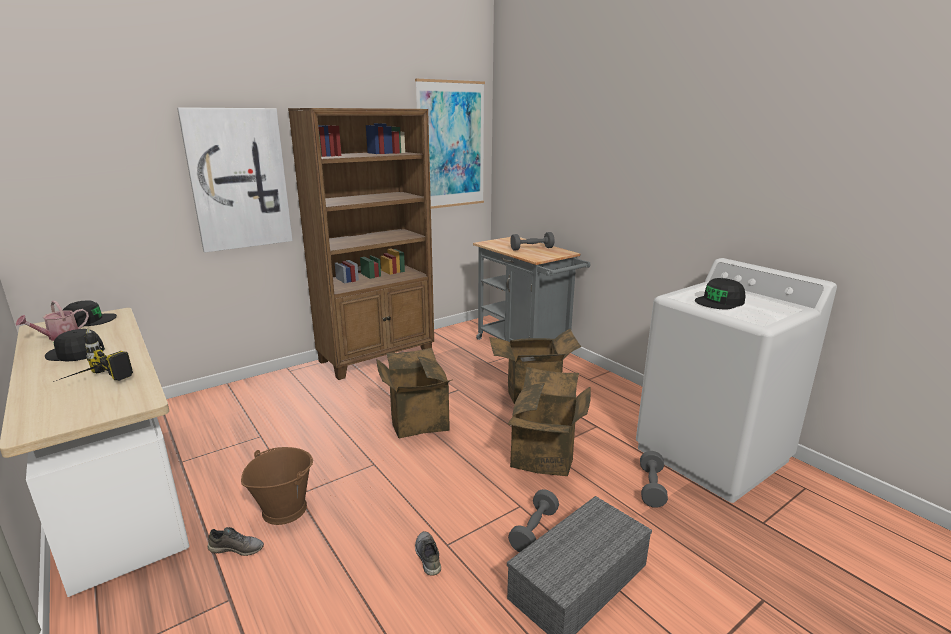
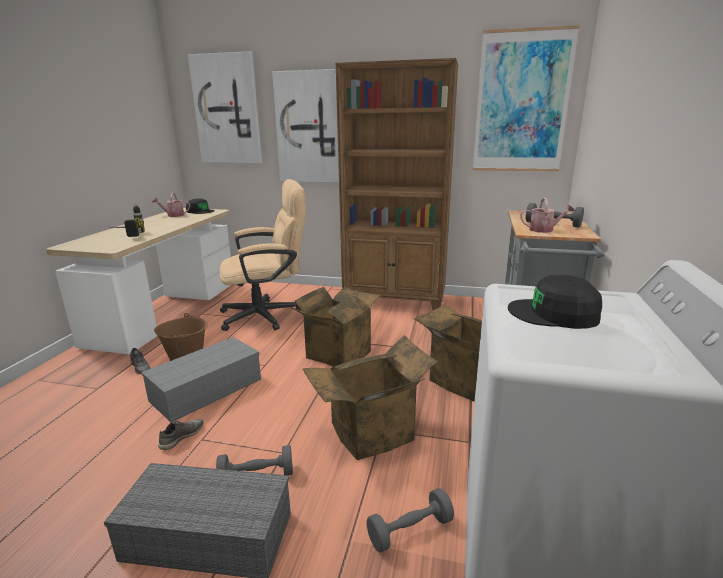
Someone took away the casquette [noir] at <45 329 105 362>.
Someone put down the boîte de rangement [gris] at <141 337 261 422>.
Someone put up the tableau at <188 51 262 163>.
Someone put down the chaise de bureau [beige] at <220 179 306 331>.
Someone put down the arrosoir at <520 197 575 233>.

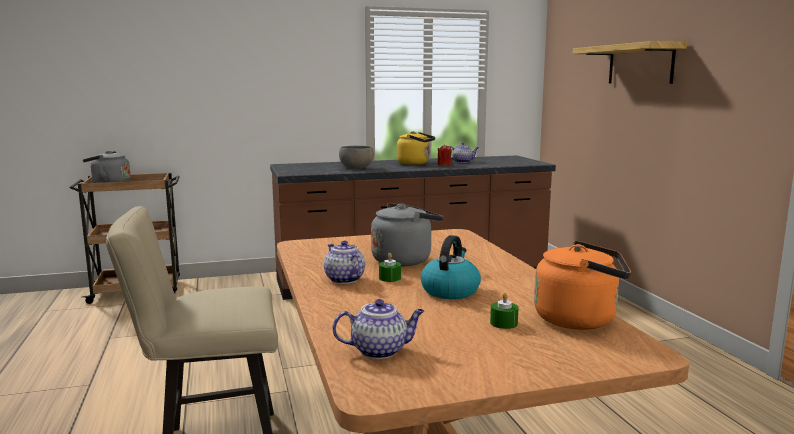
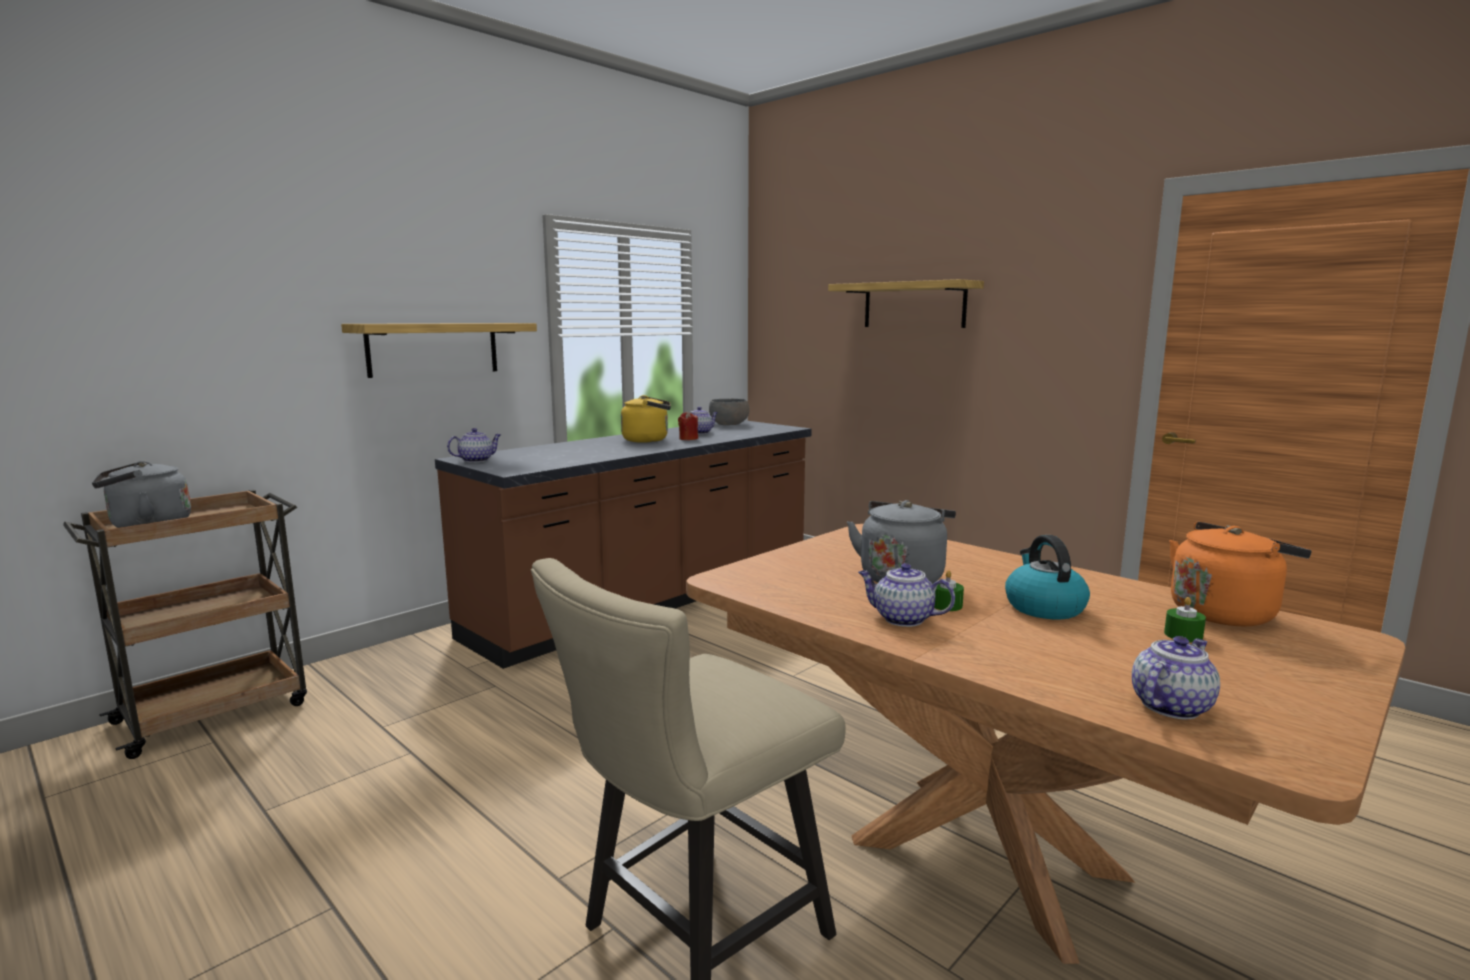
Someone carried the bol [gris] from <339 146 374 169> to <709 399 750 425>.
Someone put up the étagère at <341 323 537 378>.
Someone put down the théière at <447 428 501 463>.

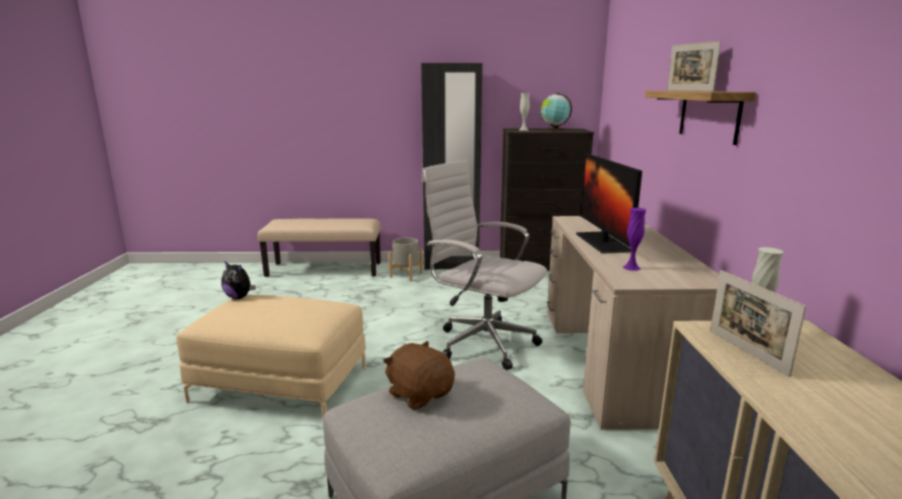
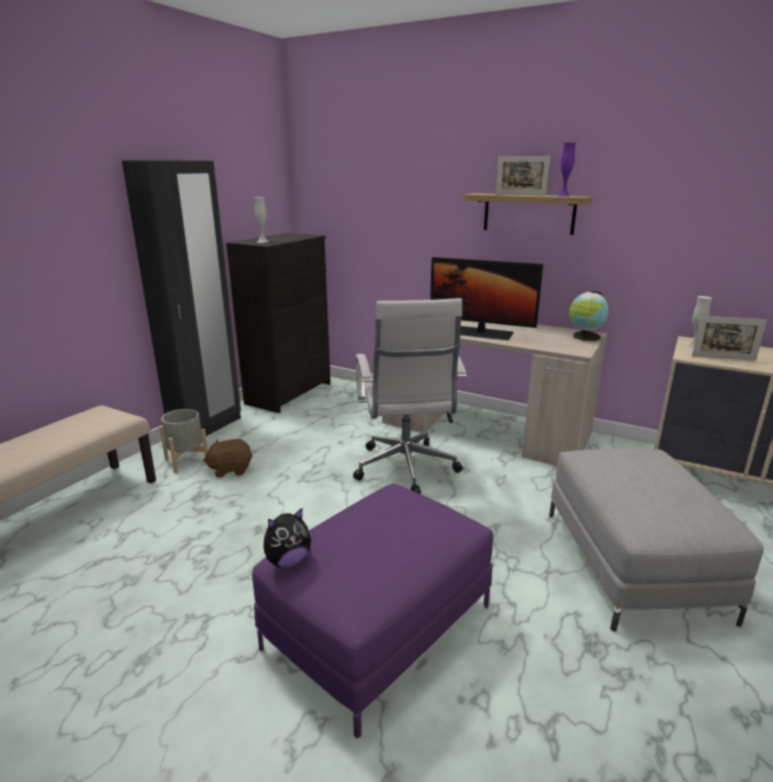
Someone repainted the pouf [beige] at <176 295 366 420>, which became the pouf [violet] at <252 484 493 738>.
Someone carried the peluche [marron] from <383 341 455 410> to <203 439 253 478>.
Someone rotated the chaise de bureau [blanc] at <422 160 547 370> by 75 degrees counterclockwise.
Someone carried the globe from <541 93 572 132> to <569 291 609 341>.
Someone carried the vase [violet] from <623 208 646 271> to <558 143 576 197>.

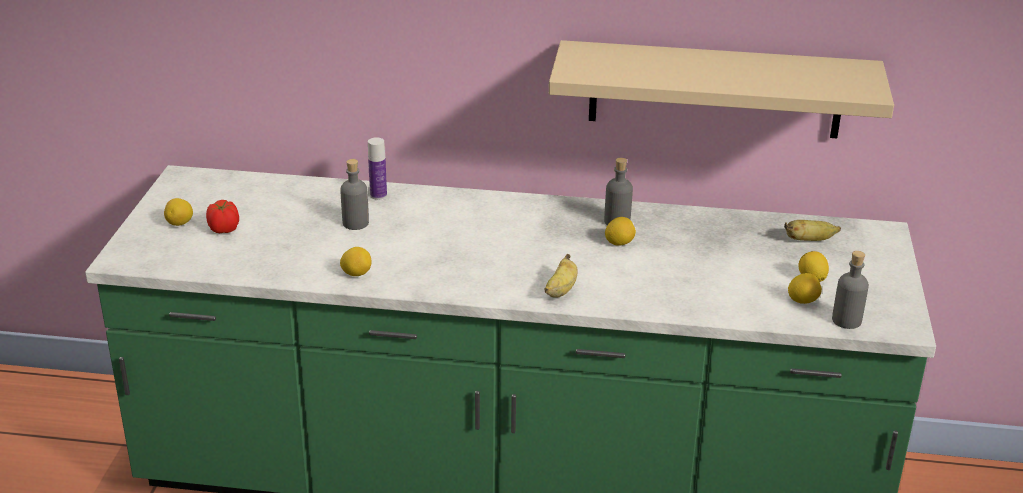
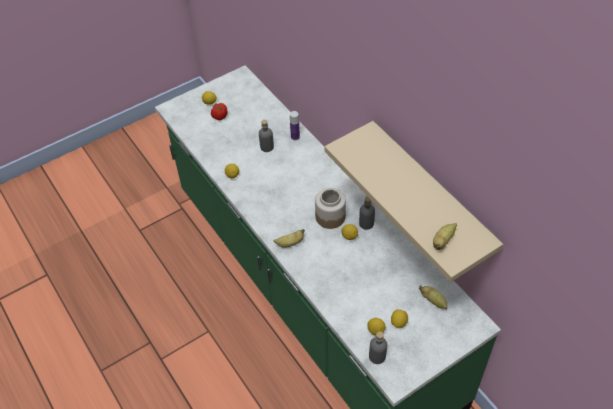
Someone put down the bocal at <315 188 346 229>.
Someone put down the banane at <433 223 457 250>.

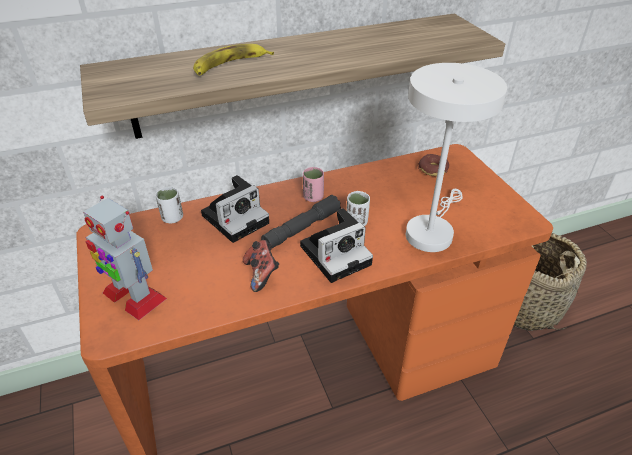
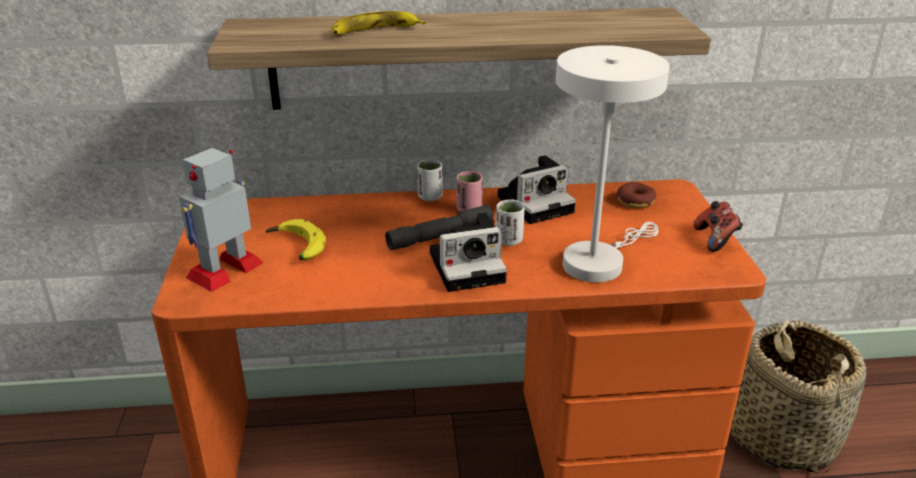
Someone rotated the robot jouet at <83 196 167 320> by 75 degrees clockwise.
Someone carried the tasse [blanc] from <155 187 183 223> to <417 159 443 201>.
Someone carried the appareil photo from <201 175 269 243> to <498 155 576 224>.
Someone carried the manette from <243 240 279 292> to <694 201 743 252>.
Someone put down the banane at <266 219 326 260>.

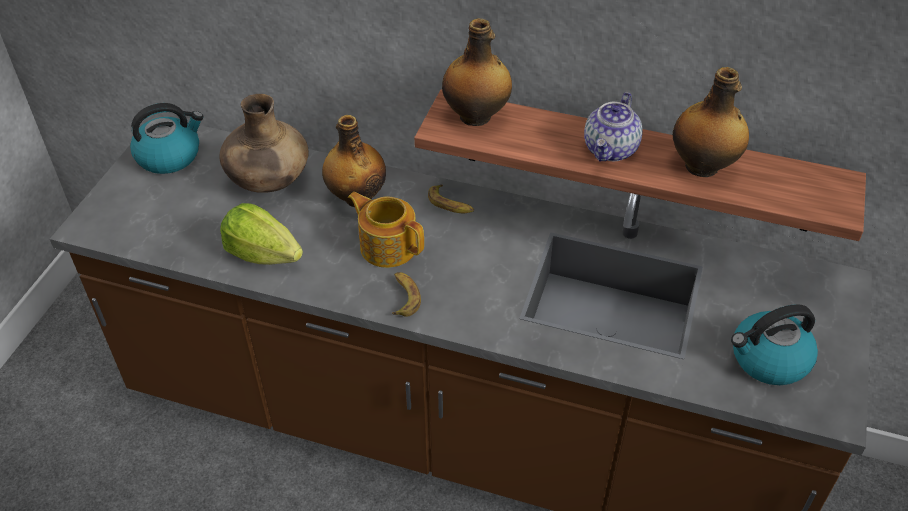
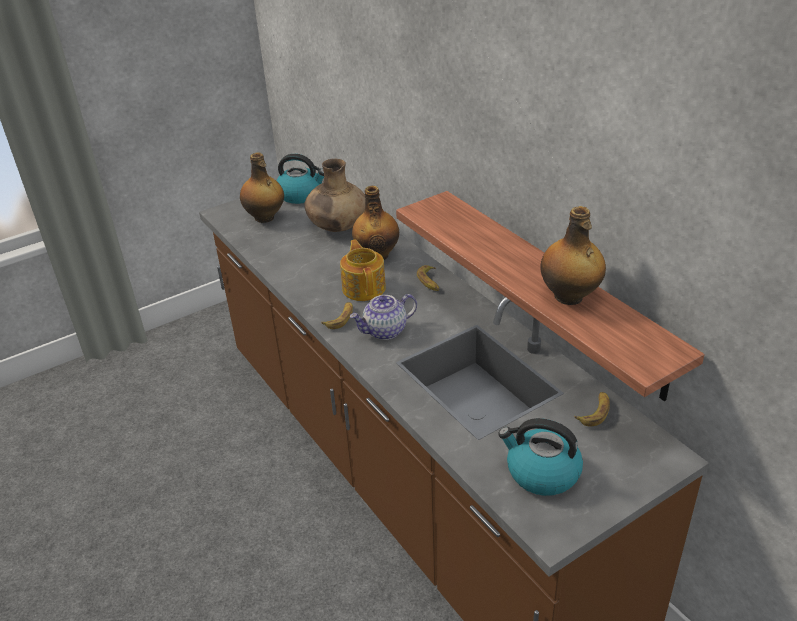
Someone took away the laitue at <220 203 303 265>.
Someone carried the bouteille from <442 18 512 126> to <240 152 284 223>.
Someone carried the théière from <584 92 643 161> to <350 294 417 340>.
Someone put down the banane at <574 392 610 426>.

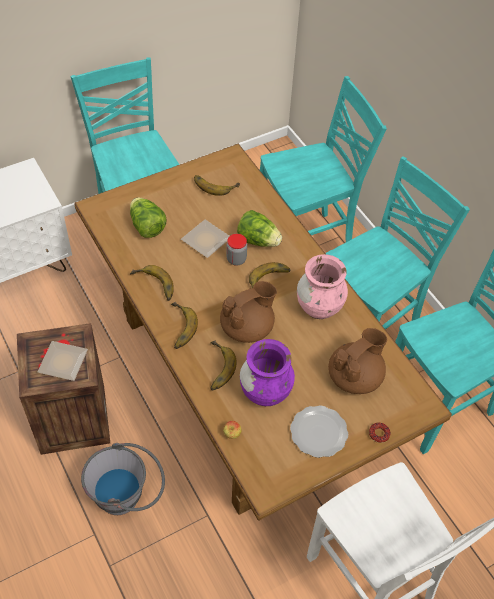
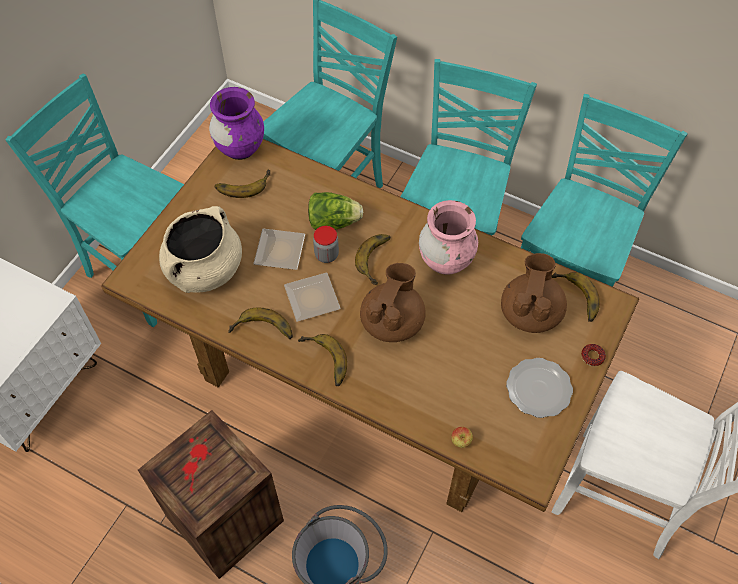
Someone carried the assiette from <38 341 88 381> to <284 272 341 322>.
Someone swapped the laitue at <130 197 167 238> for the marmite [beige] at <159 206 242 293>.
Someone carried the banane from <210 341 237 391> to <551 272 600 322>.
Someone carried the vase [violet] from <240 339 295 406> to <209 87 264 160>.

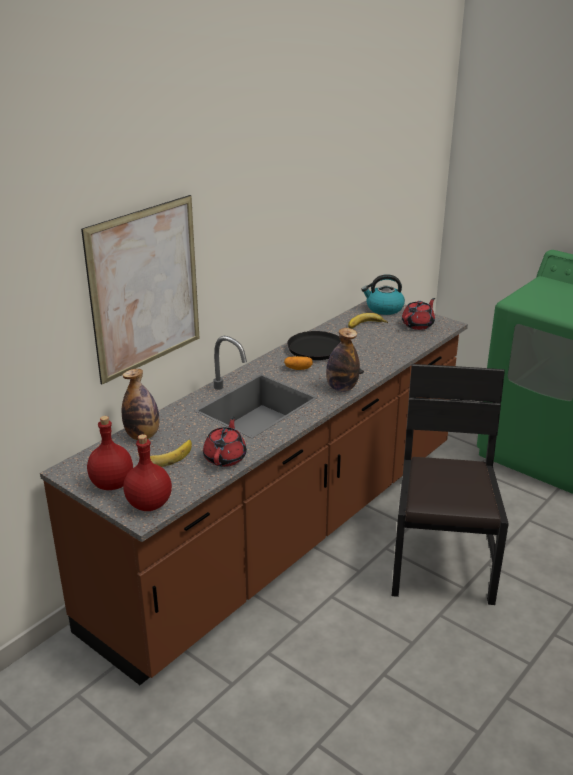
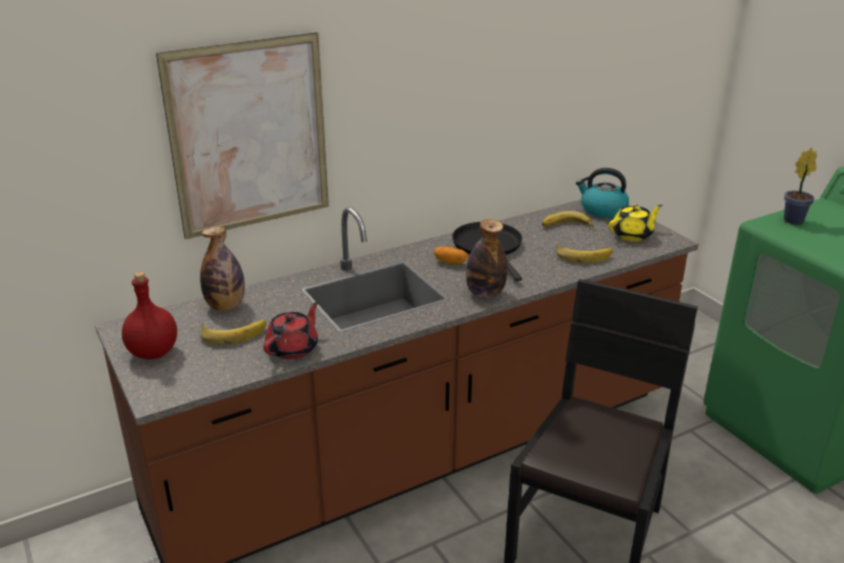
Someone took away the bouteille [rouge] at <123 434 172 511>.
Someone repainted the théière [rouge] at <402 298 435 330>, which became the théière [jaune] at <609 205 663 241>.
Someone put down the banane at <556 243 613 263>.
Someone put down the plante en pot at <784 148 817 225>.

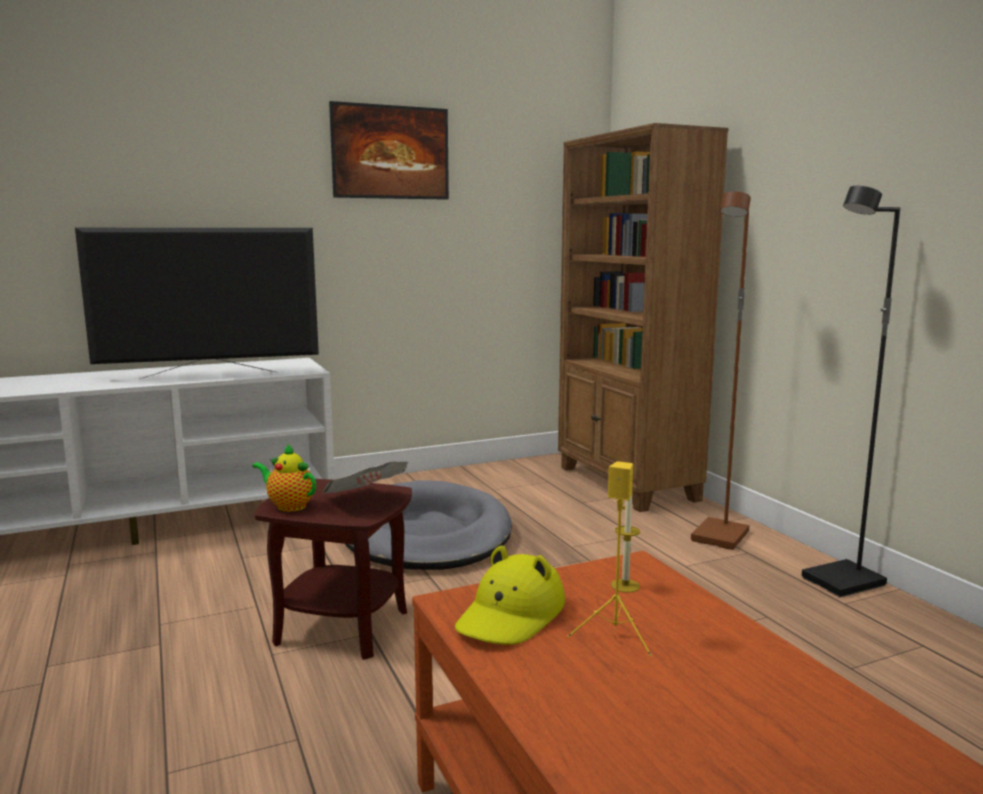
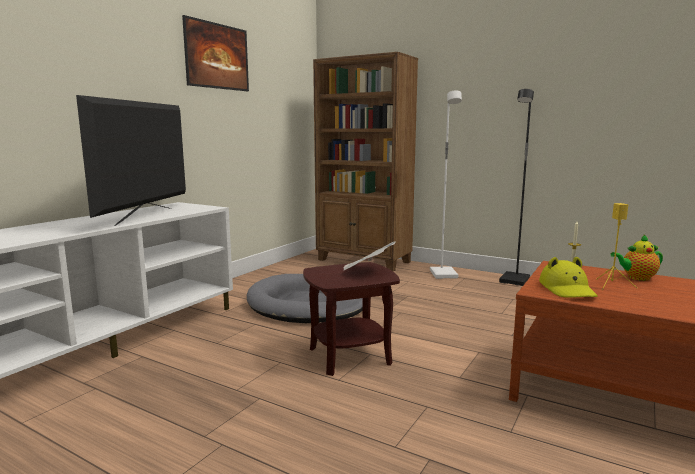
Someone rotated the téléviseur at <75 228 319 379> by 150 degrees clockwise.
Someone carried the théière from <252 444 316 512> to <610 235 663 281>.
Someone repainted the lampadaire [marron] at <691 191 751 550>, which became the lampadaire [blanc] at <430 91 462 279>.

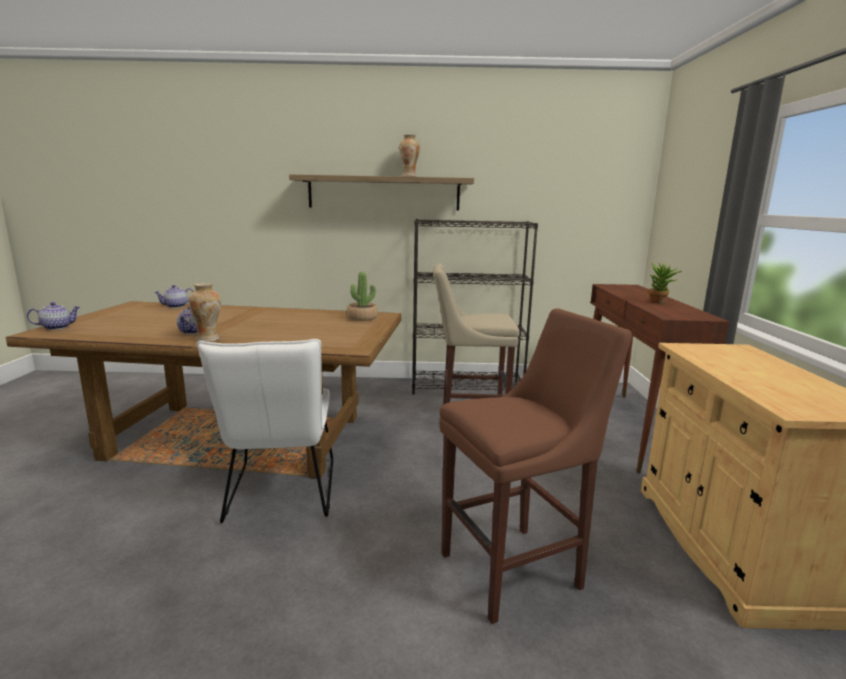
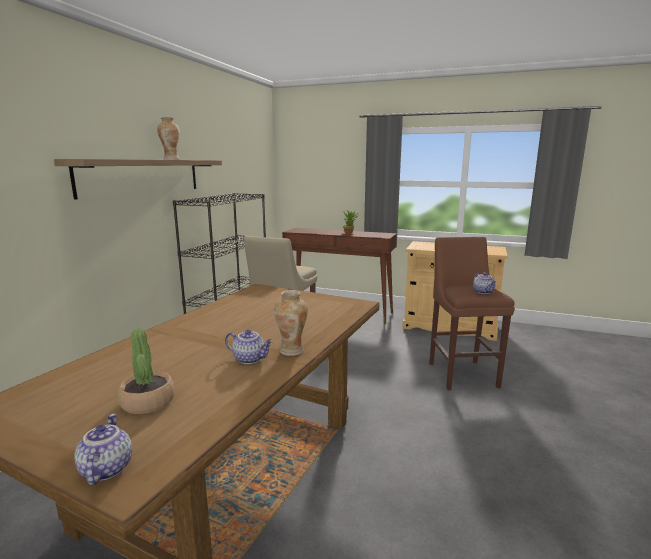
Someone carried the théière from <154 285 194 308> to <473 272 496 294>.
Someone took away the chaise [blanc] at <196 339 333 523>.
Someone carried the plante en pot from <347 272 378 321> to <118 328 175 414>.

